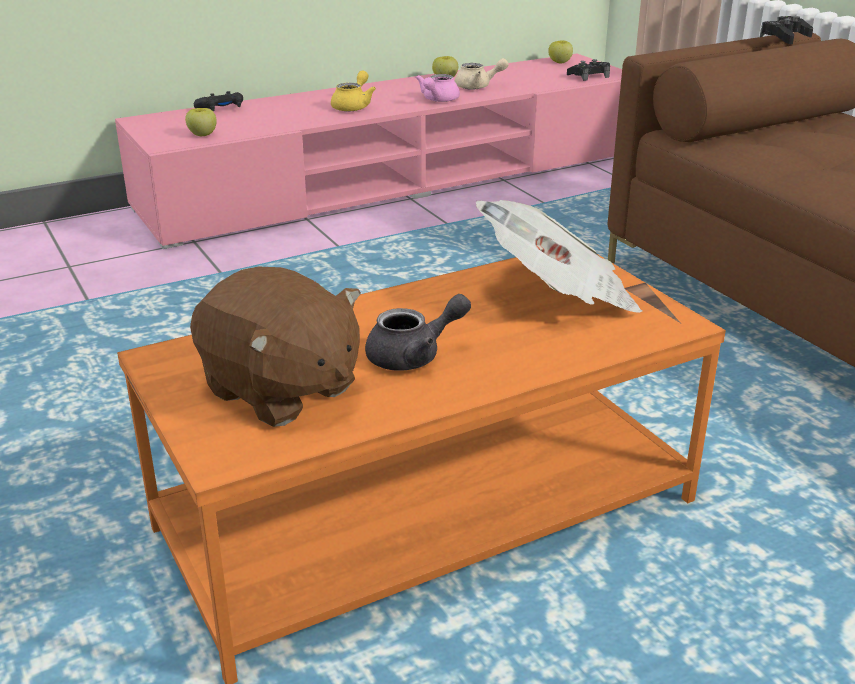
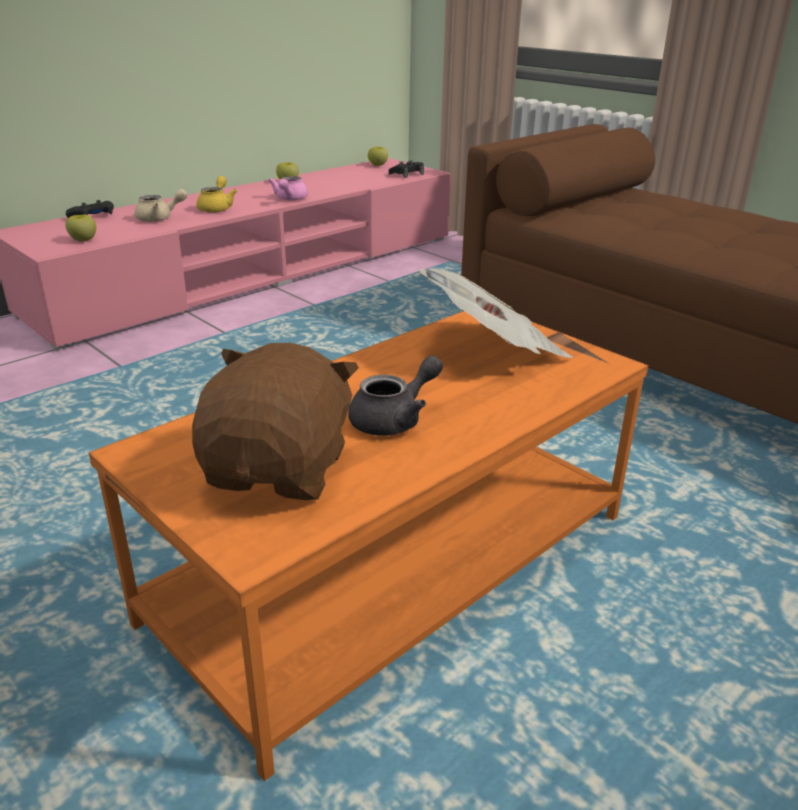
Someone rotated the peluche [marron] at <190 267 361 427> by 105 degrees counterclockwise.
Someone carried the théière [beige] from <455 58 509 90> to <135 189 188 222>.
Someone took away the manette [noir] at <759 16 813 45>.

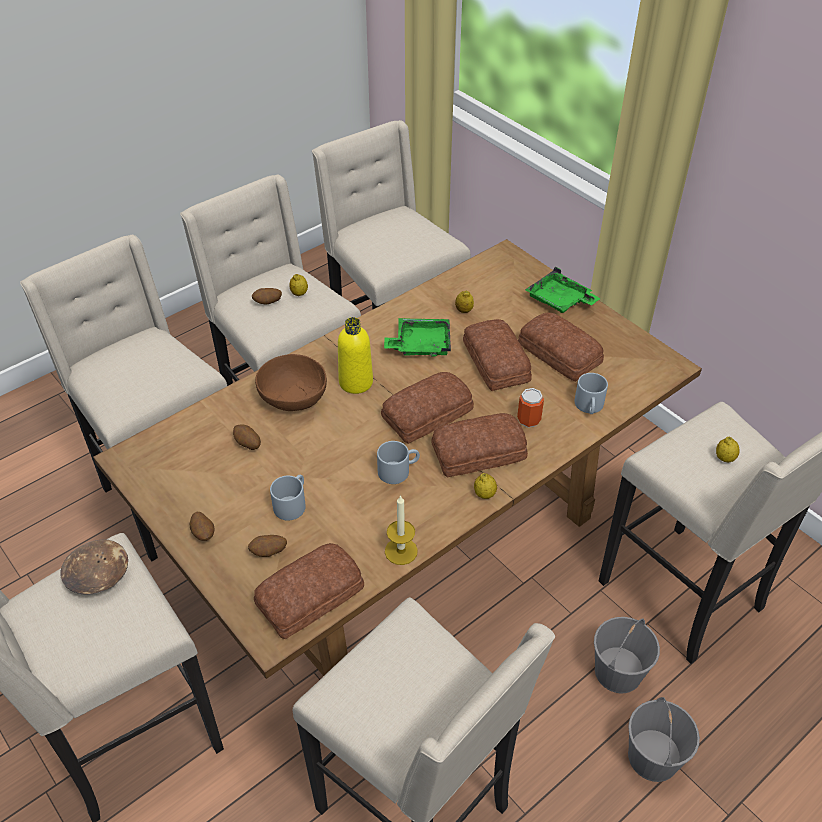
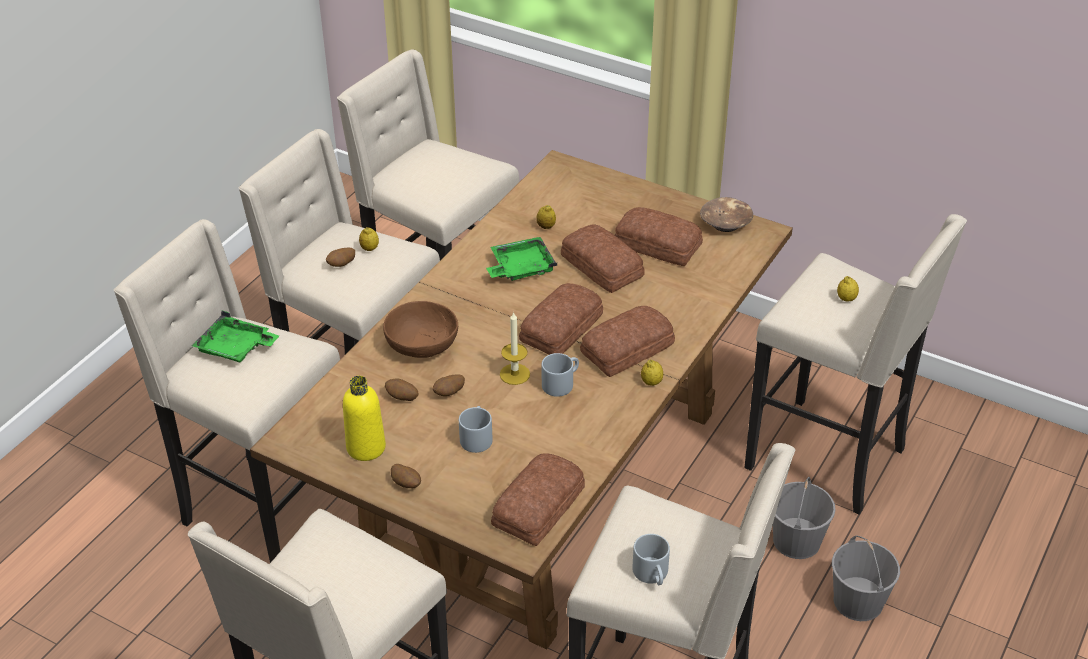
Someone carried the bol [marron] from <60 539 128 595> to <700 197 753 232>.
Someone carried the pomme de terre from <248 535 287 557> to <433 375 465 396>.
Someone carried the bouteille [jaune] from <338 317 373 394> to <343 376 386 461>.
Someone carried the bougie from <385 495 418 565> to <500 311 530 385>.
Someone took away the boîte métallique at <517 388 544 427>.
Someone carried the plateau [vert] from <525 267 600 313> to <192 311 279 362>.
Someone carried the mug [gris] from <575 373 608 414> to <632 534 670 585>.

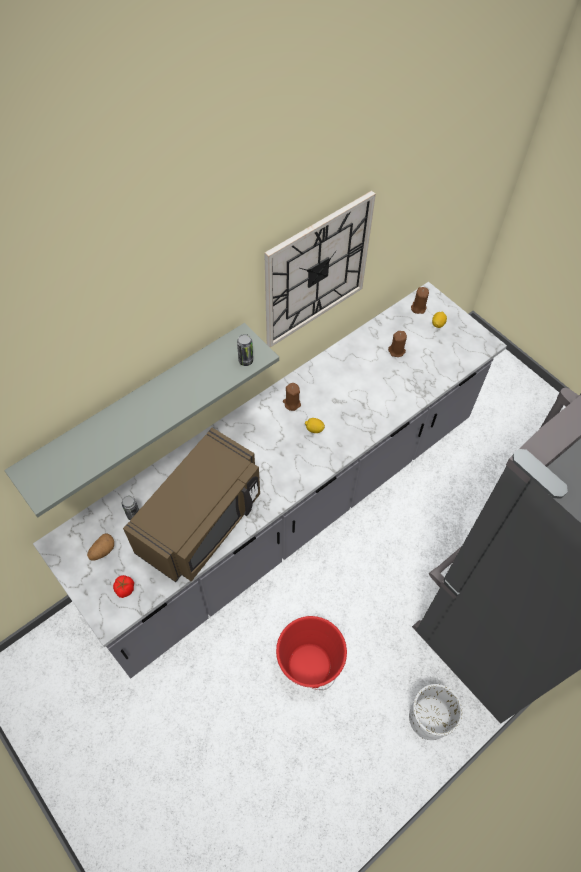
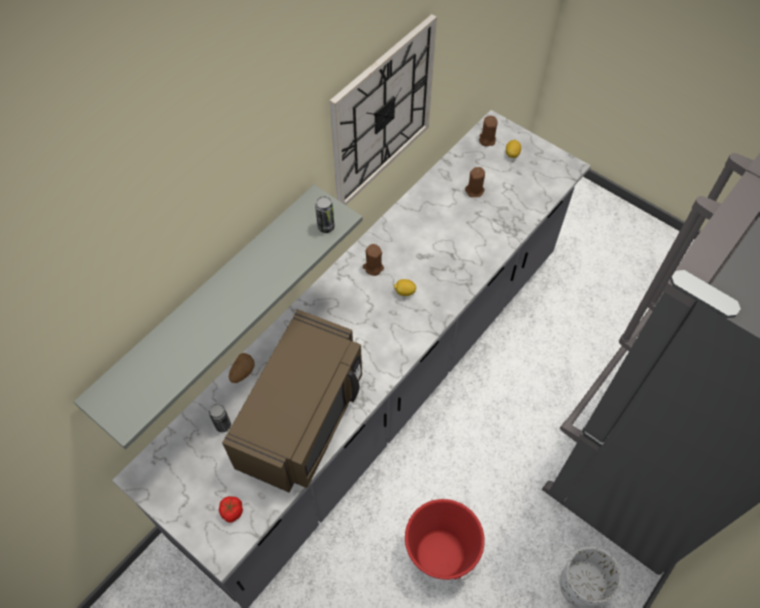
Someone carried the pomme de terre from <87 533 114 561> to <229 353 255 383>.

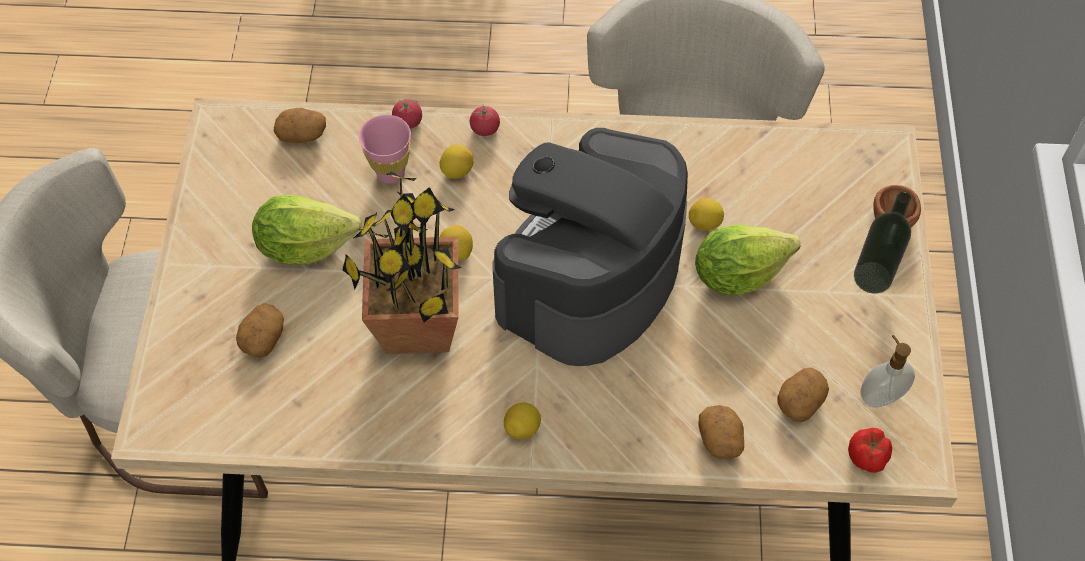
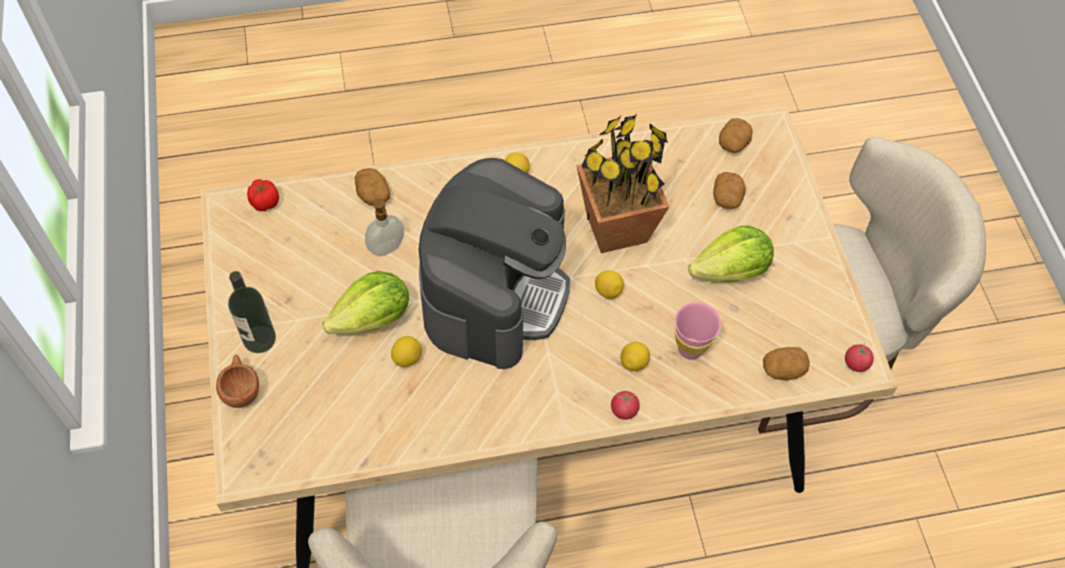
Someone carried the tomate from <392 99 422 129> to <845 343 874 372>.
Someone carried the pomme de terre from <777 368 829 422> to <719 118 753 153>.
Someone carried the distributeur de savon from <860 335 915 407> to <365 199 404 256>.

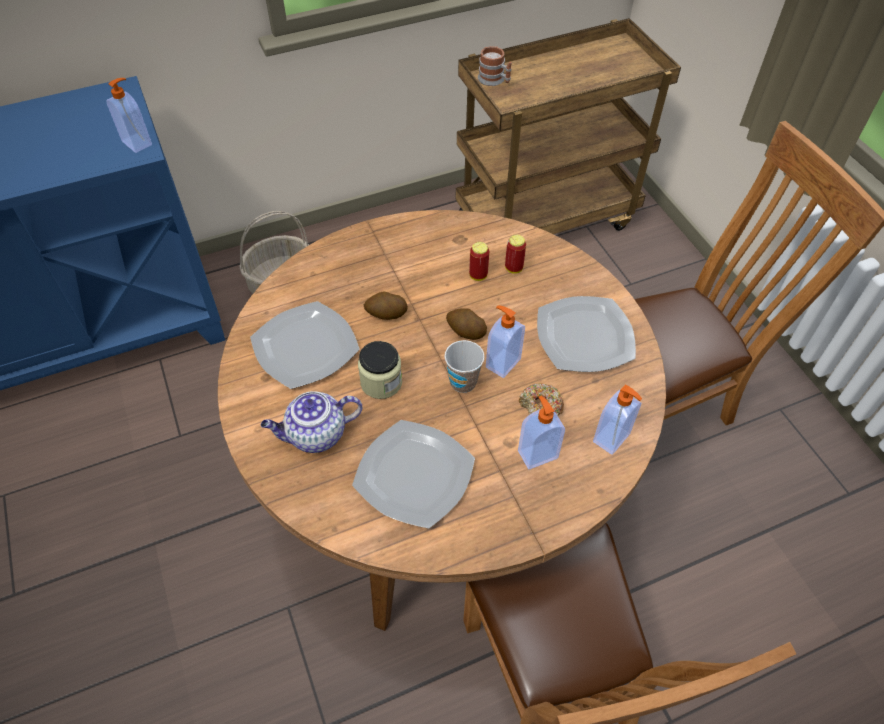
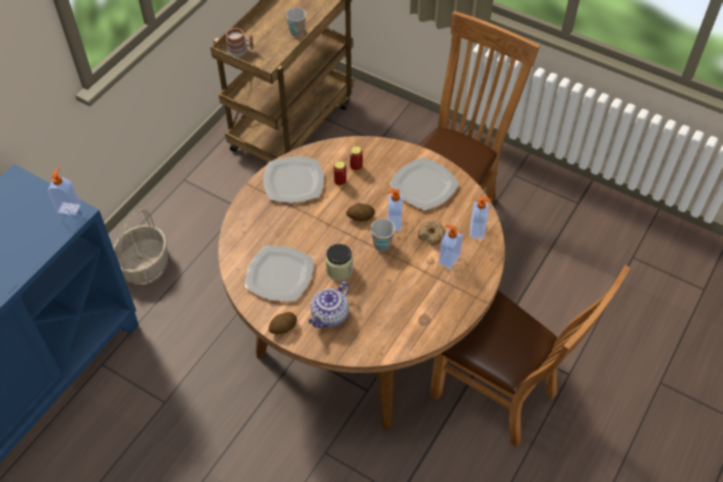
Someone carried the assiette from <352 420 475 528> to <263 156 324 203>.
Someone carried the pomme de terre from <364 292 408 320> to <269 312 297 334>.
Someone put down the tasse at <286 8 306 37>.

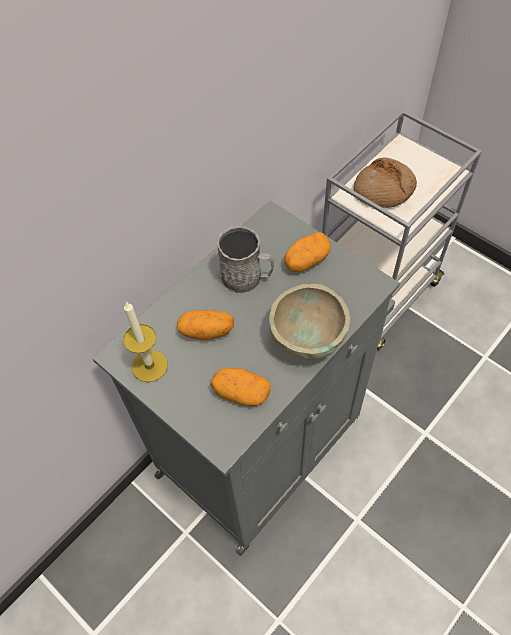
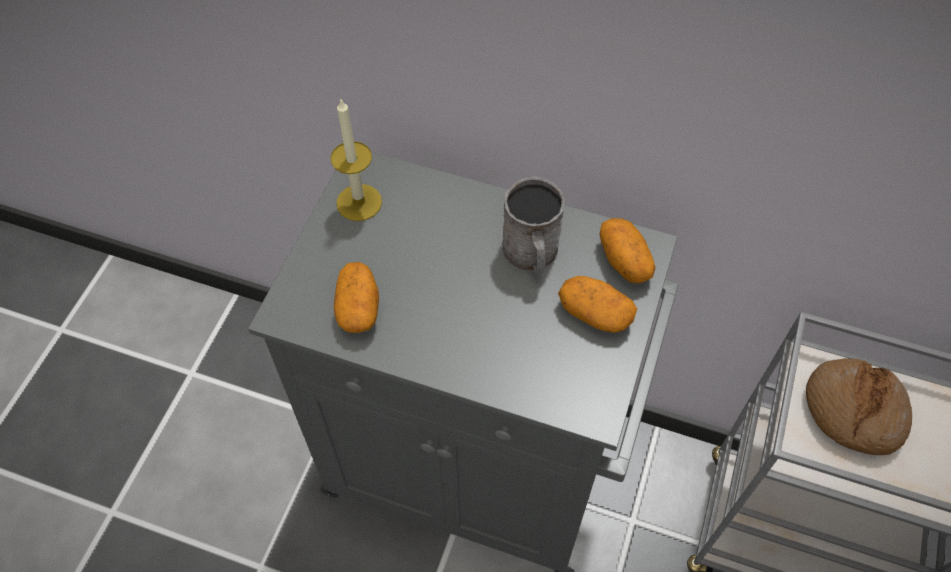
Someone carried the pomme de terre from <177 310 234 340> to <600 218 655 284>.
Someone took away the bol [beige] at <269 284 350 359>.

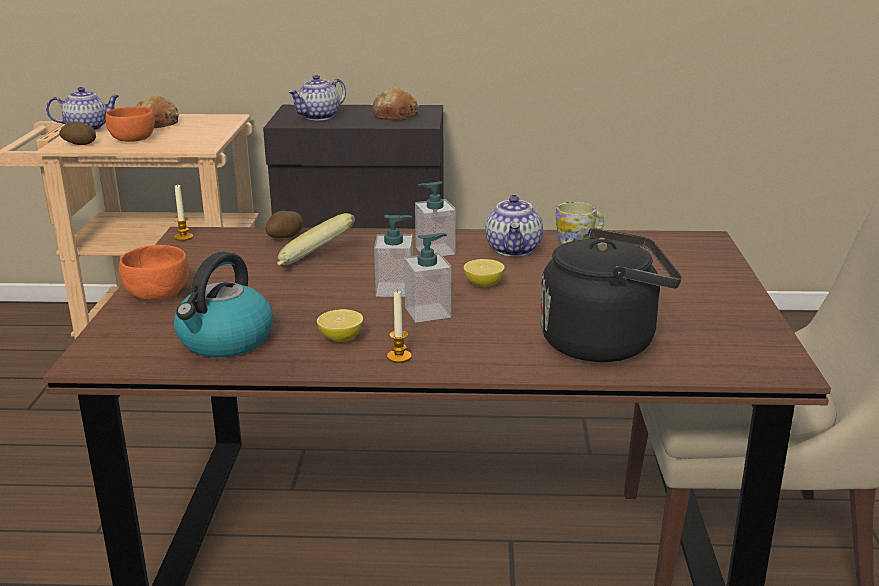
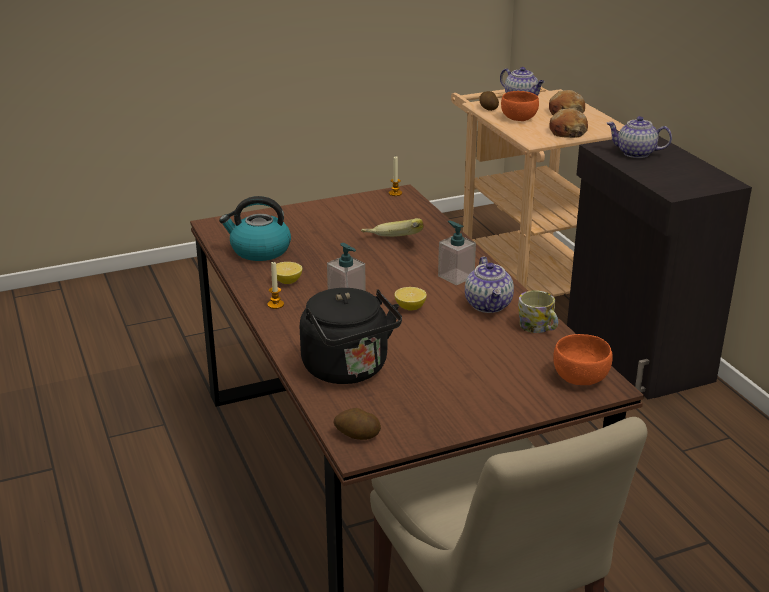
Someone carried the bol [orange] from <119 245 189 301> to <553 334 613 385>.
Someone carried the pomme de terre from <266 211 303 238> to <334 408 381 440>.
Someone carried the pain from <372 88 420 121> to <549 108 588 138>.
Someone took away the distributeur de savon at <374 215 413 297>.
Someone rotated the théière at <485 195 543 256> by 75 degrees counterclockwise.

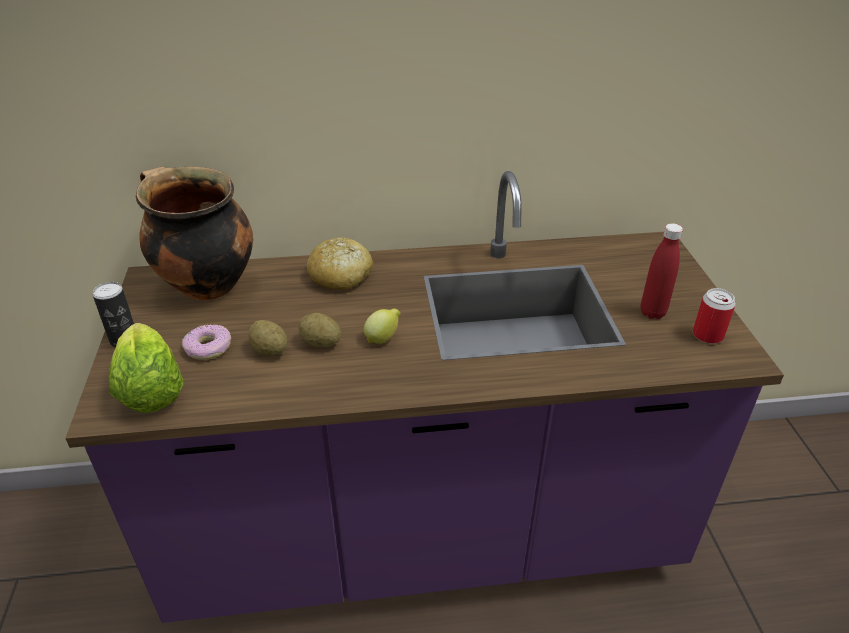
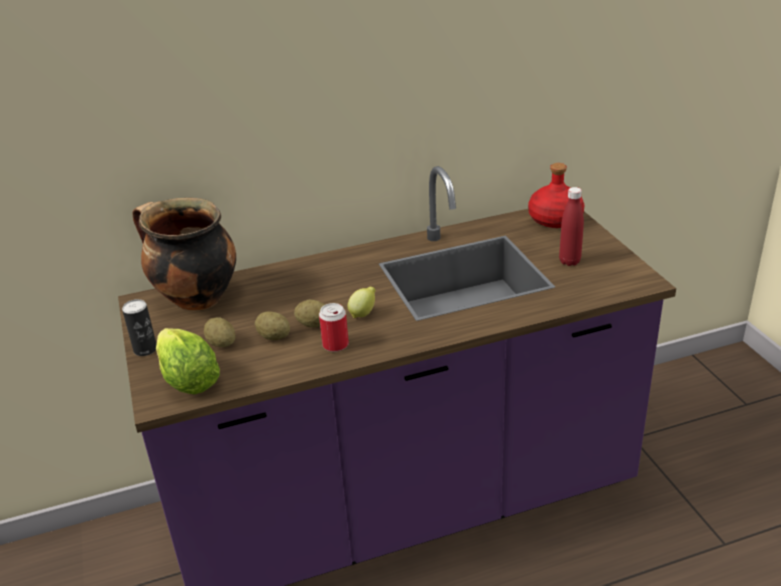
Someone swapped the beignet at <182 325 231 360> for the pomme de terre at <204 317 236 347>.
Someone took away the pain at <307 237 373 290>.
Someone carried the boîte métallique from <693 288 736 344> to <319 303 349 352>.
Someone put down the bouteille [rouge] at <528 163 584 228>.

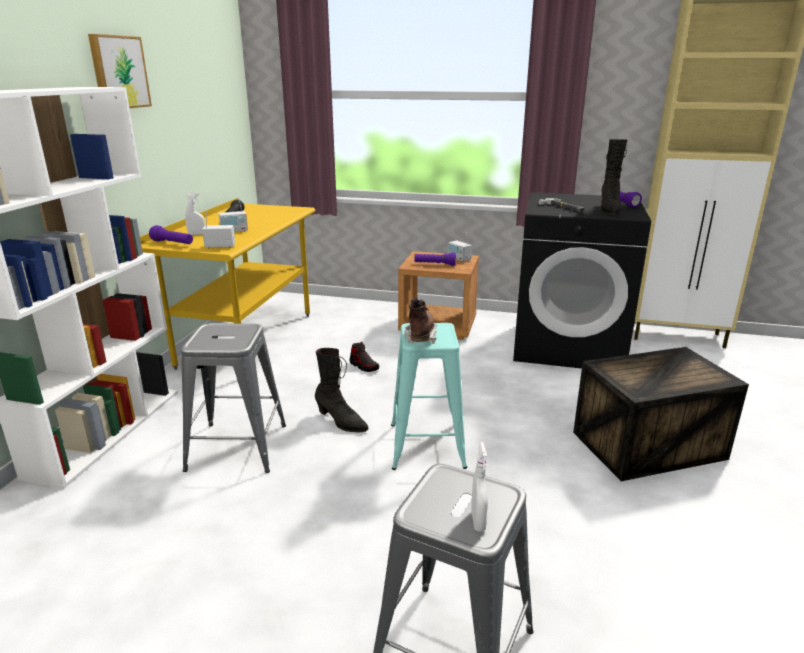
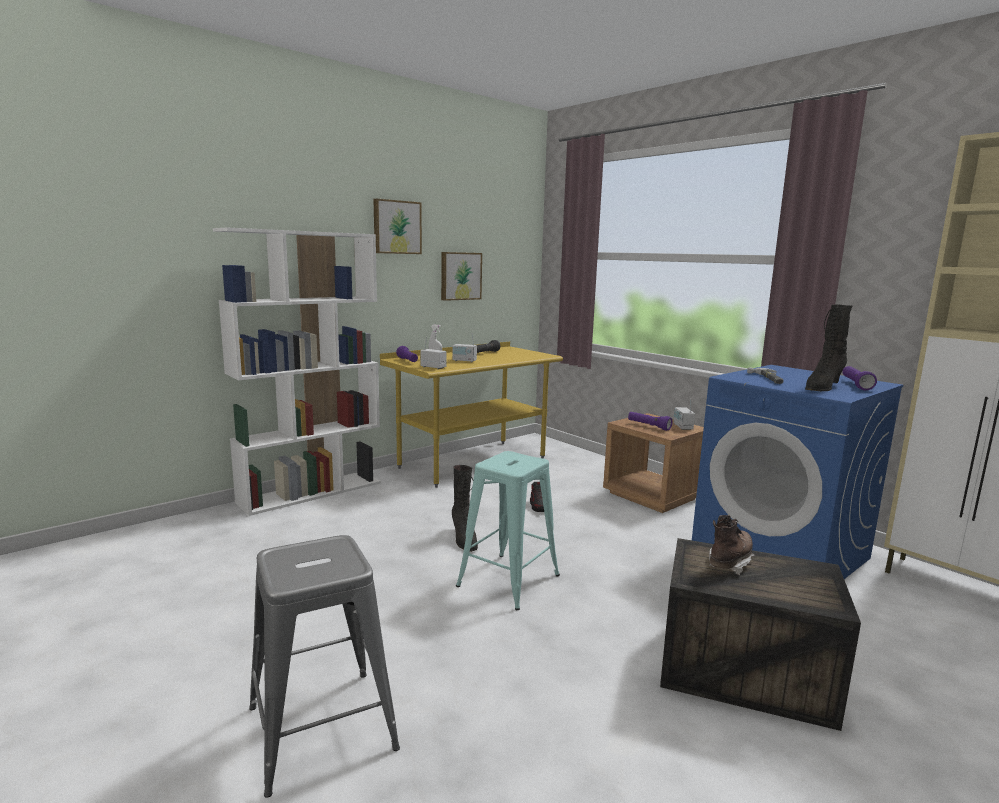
Someone took away the tabouret [gris] at <181 323 286 473>.
Someone carried the botte [marron] from <404 297 437 343> to <709 515 755 575>.
Someone took away the vaporisateur [blanc] at <471 442 488 532>.
Someone repainted the lave-linge [noir] at <513 192 651 369>, which became the lave-linge [bleu] at <692 365 903 579>.
Someone put up the tableau at <441 252 482 301>.

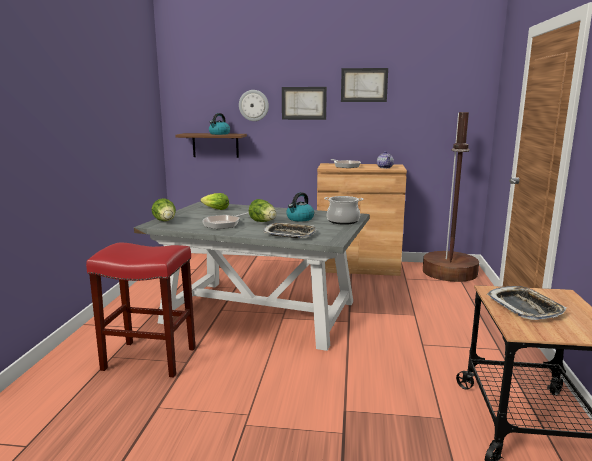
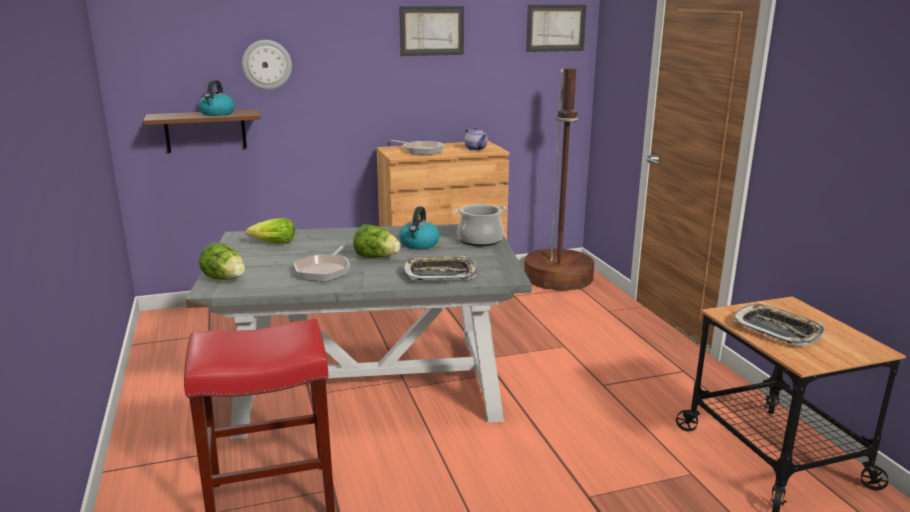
Someone carried the tableau from <282 87 327 120> to <526 5 586 52>.

